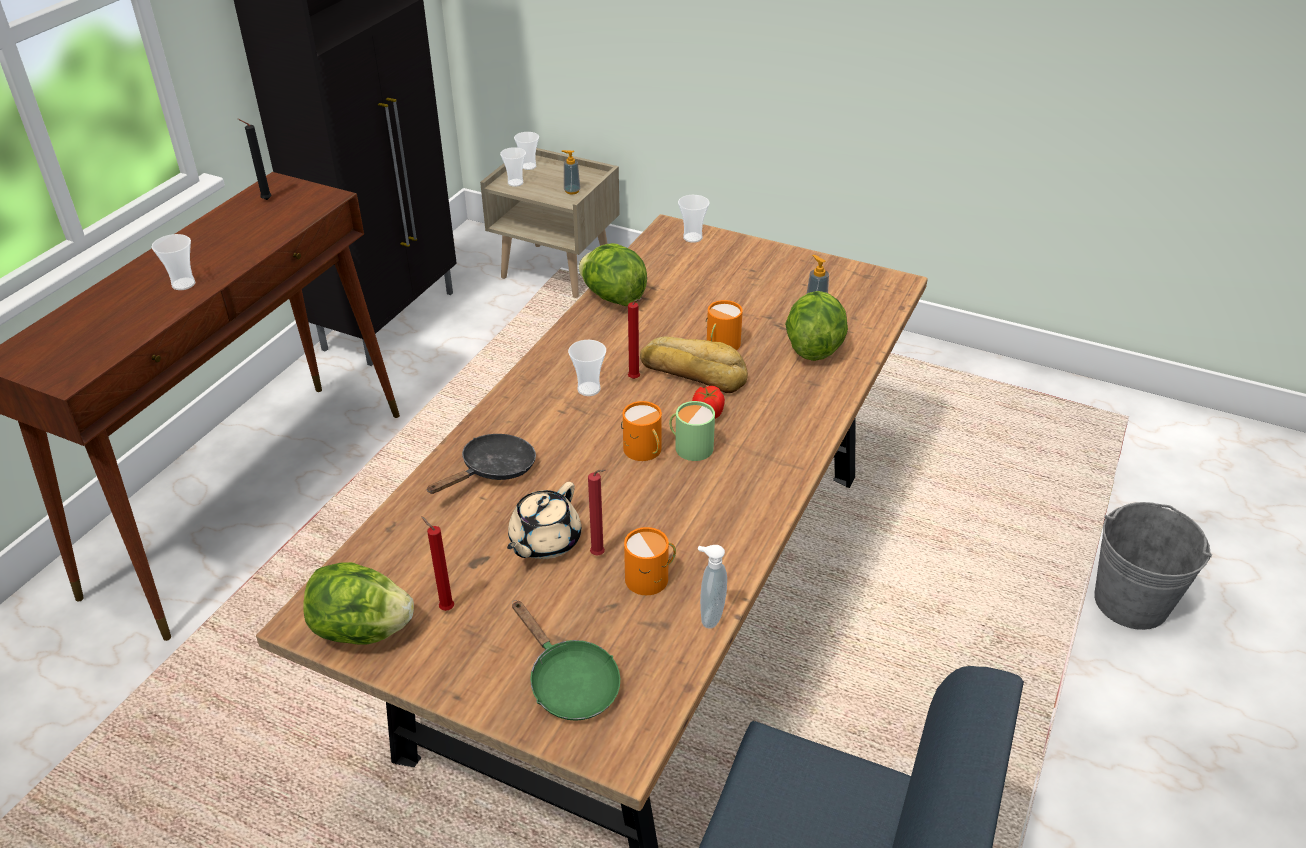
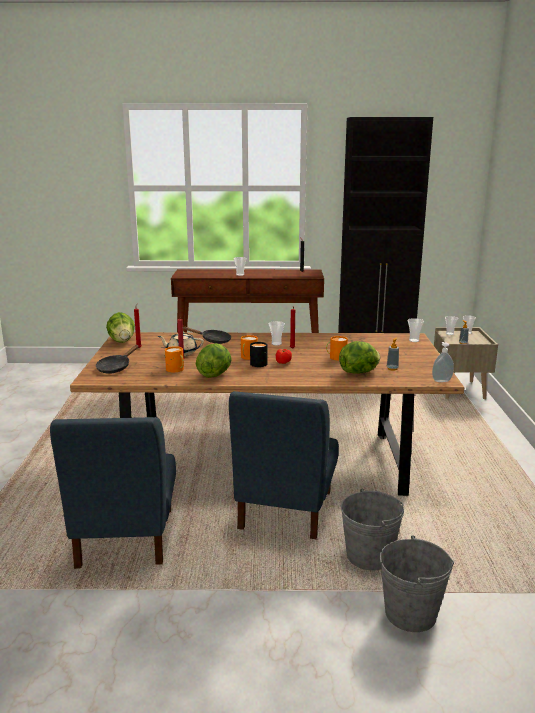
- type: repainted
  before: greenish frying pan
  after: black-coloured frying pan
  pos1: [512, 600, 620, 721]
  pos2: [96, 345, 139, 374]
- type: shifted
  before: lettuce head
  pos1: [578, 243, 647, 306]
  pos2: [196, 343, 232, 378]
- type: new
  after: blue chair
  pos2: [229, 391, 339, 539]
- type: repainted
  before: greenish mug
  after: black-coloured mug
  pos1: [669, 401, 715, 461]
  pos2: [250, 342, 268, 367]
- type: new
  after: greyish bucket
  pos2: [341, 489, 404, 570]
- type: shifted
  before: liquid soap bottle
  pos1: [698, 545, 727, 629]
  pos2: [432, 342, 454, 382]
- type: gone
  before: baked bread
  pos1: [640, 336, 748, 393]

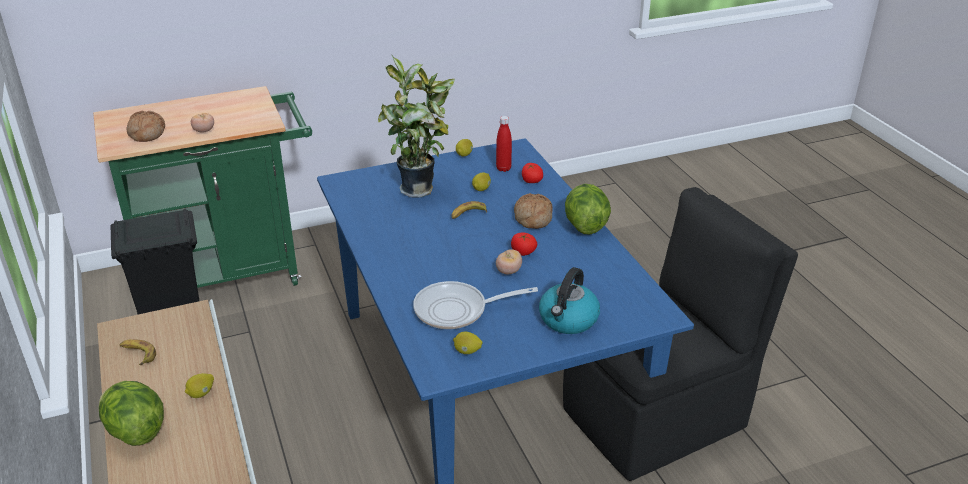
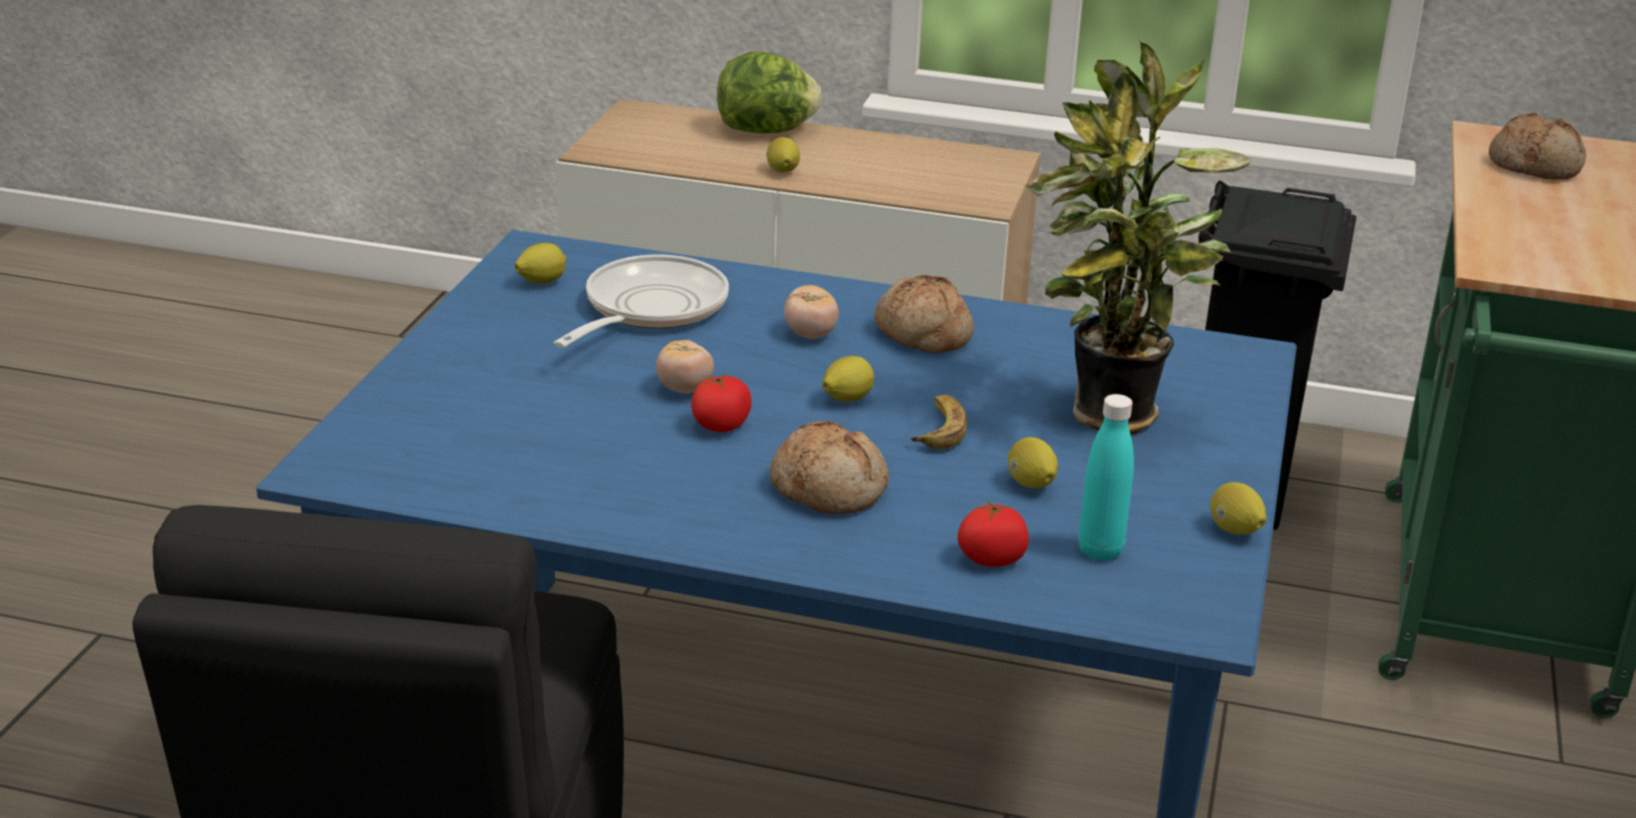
- type: shifted
  before: tomato
  pos1: [191, 113, 214, 133]
  pos2: [784, 285, 839, 339]
- type: new
  after: lemon
  pos2: [822, 356, 874, 402]
- type: new
  after: baked bread
  pos2: [874, 275, 974, 353]
- type: repainted
  before: reddish beverage bottle
  after: turquoise beverage bottle
  pos1: [496, 116, 512, 172]
  pos2: [1078, 394, 1134, 561]
- type: gone
  before: whole banana
  pos1: [119, 339, 156, 365]
- type: gone
  before: water kettle
  pos1: [539, 267, 600, 334]
- type: gone
  before: lettuce head
  pos1: [565, 184, 611, 235]

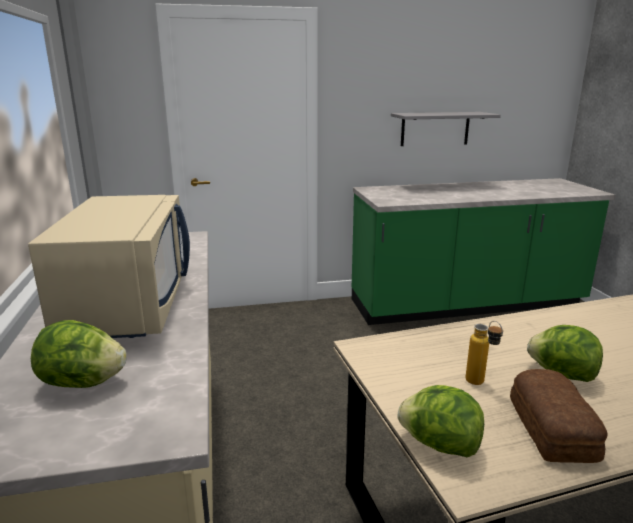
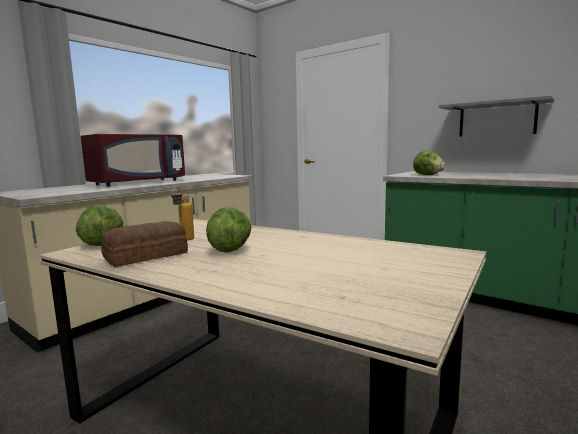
- type: repainted
  before: beige kitchen microwave
  after: reddish kitchen microwave
  pos1: [28, 195, 190, 338]
  pos2: [81, 134, 185, 187]
- type: shifted
  before: lettuce head
  pos1: [31, 320, 127, 388]
  pos2: [413, 150, 445, 175]

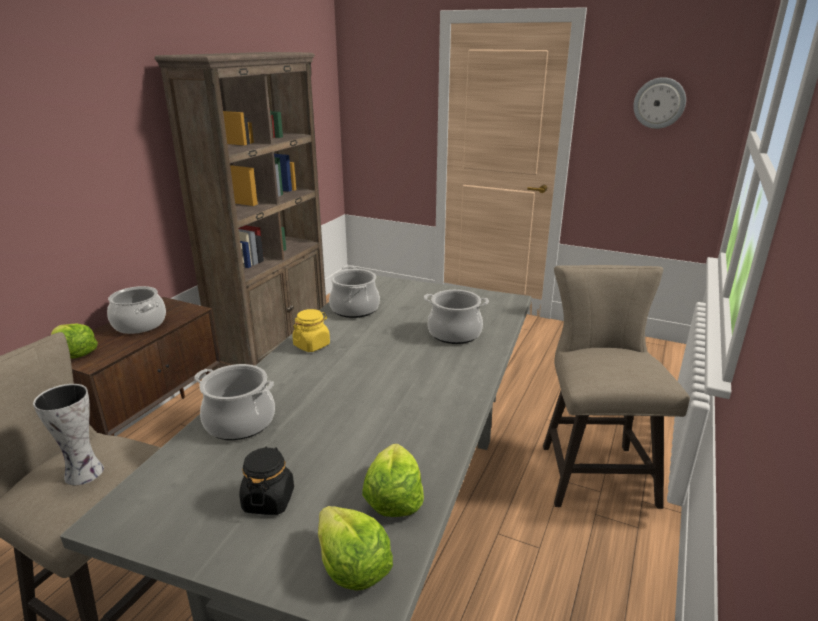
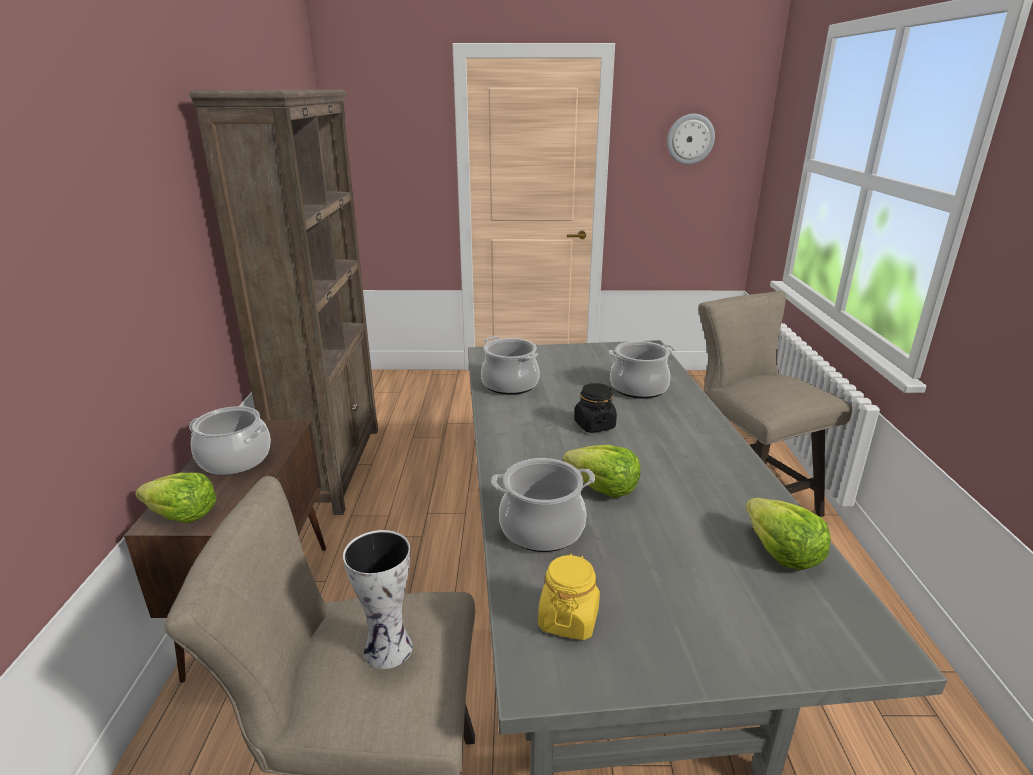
- type: shifted
  before: yellowish jar
  pos1: [292, 309, 330, 352]
  pos2: [538, 554, 600, 640]
- type: shifted
  before: lettuce head
  pos1: [318, 506, 393, 591]
  pos2: [563, 445, 641, 498]
- type: shifted
  before: black-coloured jar
  pos1: [239, 446, 294, 515]
  pos2: [574, 383, 617, 433]

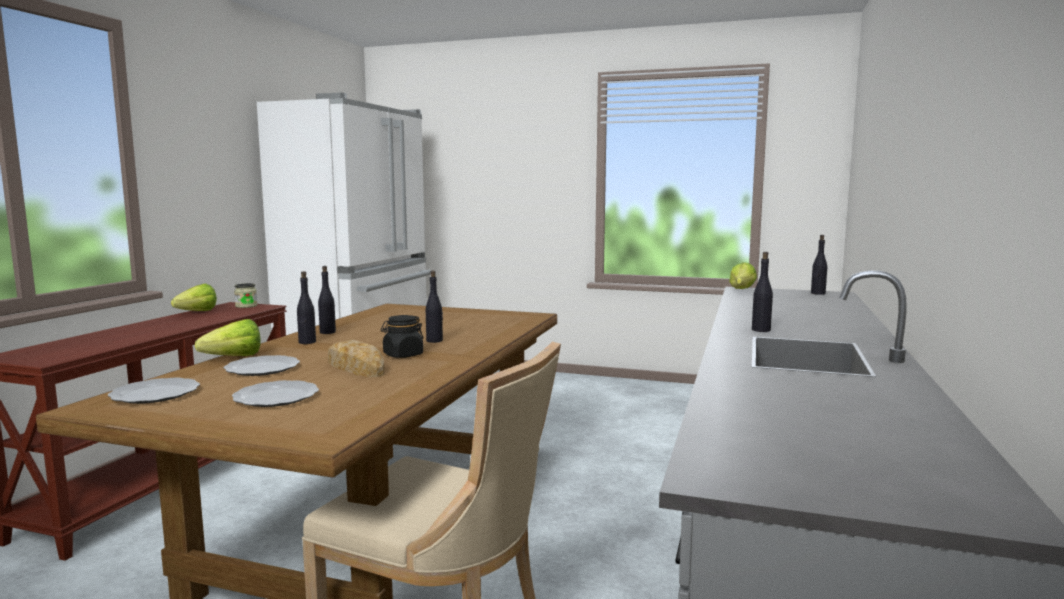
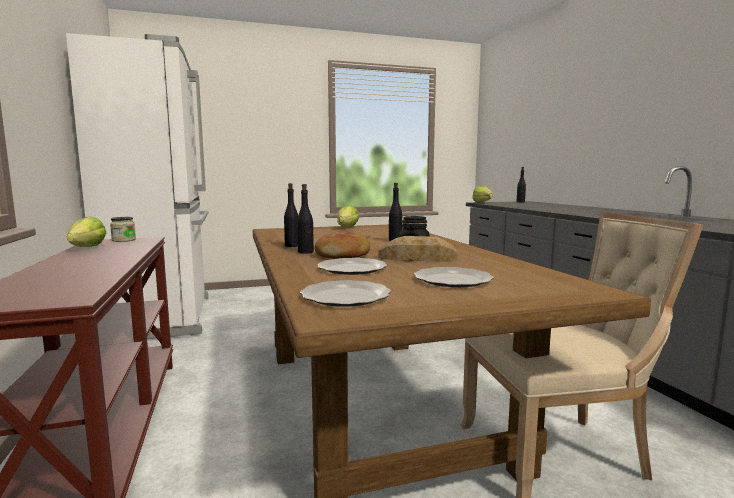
- type: new
  after: baked bread
  pos2: [315, 232, 370, 259]
- type: shifted
  before: lettuce head
  pos1: [195, 319, 261, 356]
  pos2: [337, 205, 359, 227]
- type: gone
  before: black-coloured beverage bottle
  pos1: [752, 252, 773, 332]

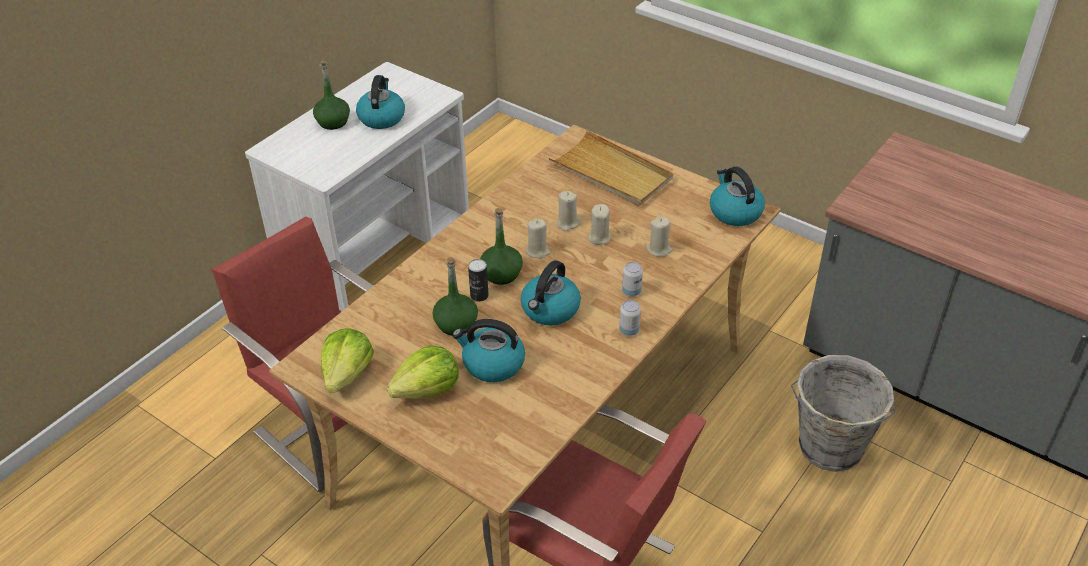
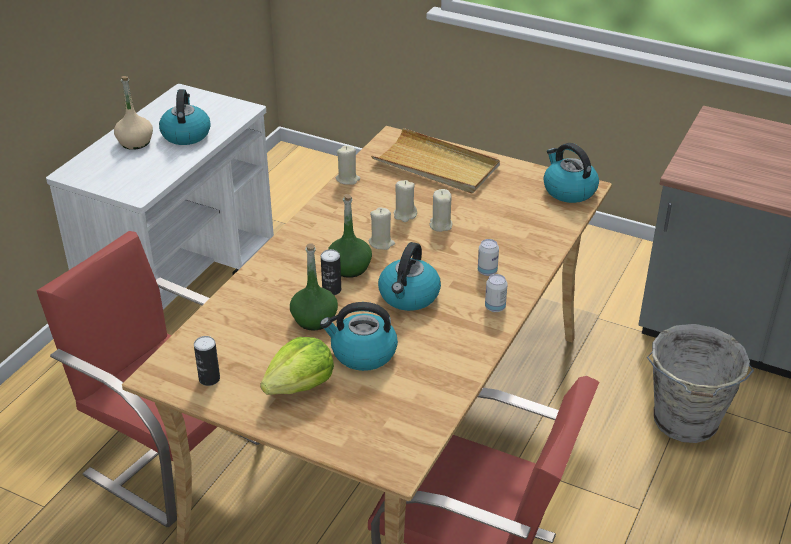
- type: repainted
  before: greenish beverage bottle
  after: beige beverage bottle
  pos1: [313, 61, 350, 130]
  pos2: [114, 76, 153, 150]
- type: swapped
  before: lettuce head
  after: metal can
  pos1: [321, 328, 374, 393]
  pos2: [194, 336, 220, 386]
- type: shifted
  before: beige wax light
  pos1: [646, 217, 672, 257]
  pos2: [336, 146, 360, 185]

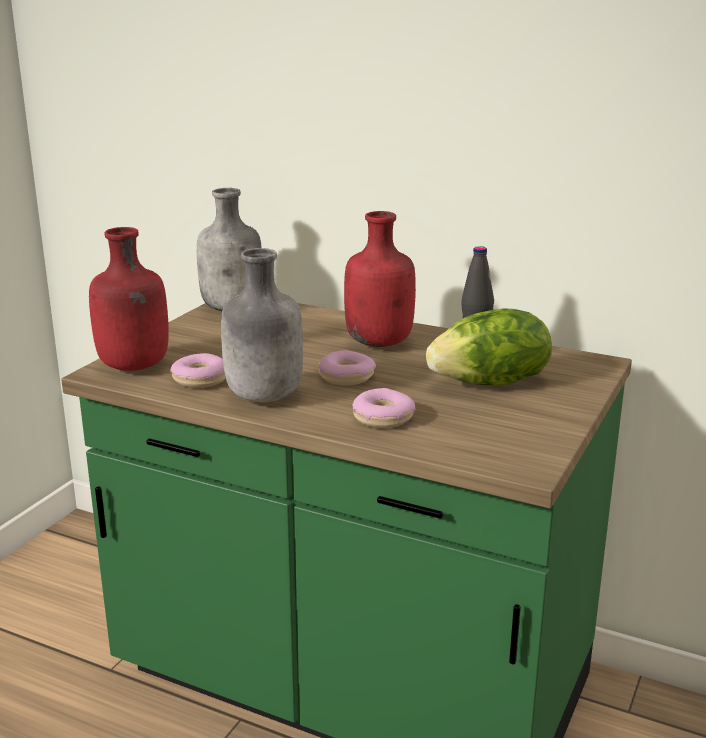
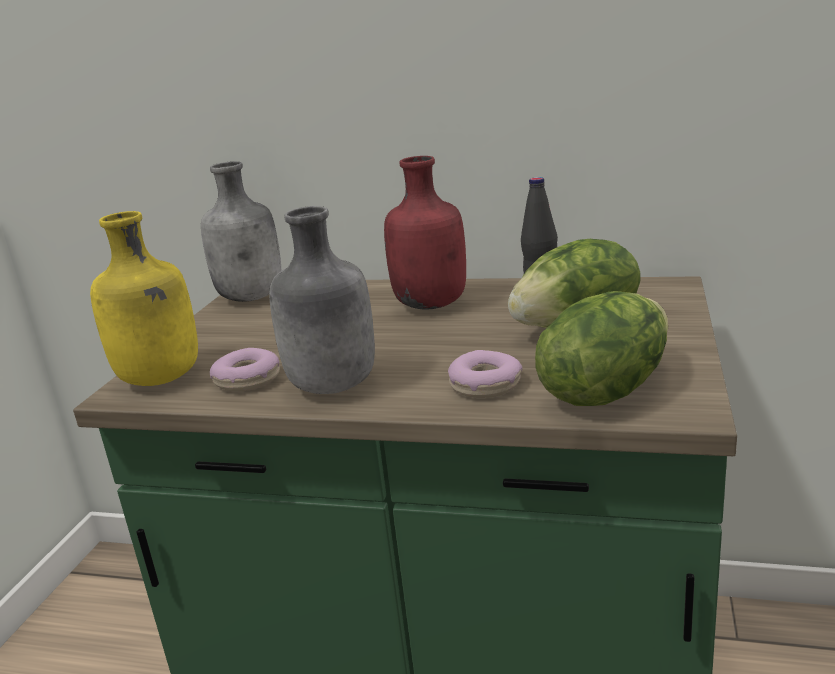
- type: repainted
  before: reddish beverage bottle
  after: yellowish beverage bottle
  pos1: [89, 227, 169, 371]
  pos2: [90, 211, 198, 386]
- type: new
  after: lettuce head
  pos2: [535, 291, 668, 406]
- type: gone
  before: donut
  pos1: [319, 350, 376, 385]

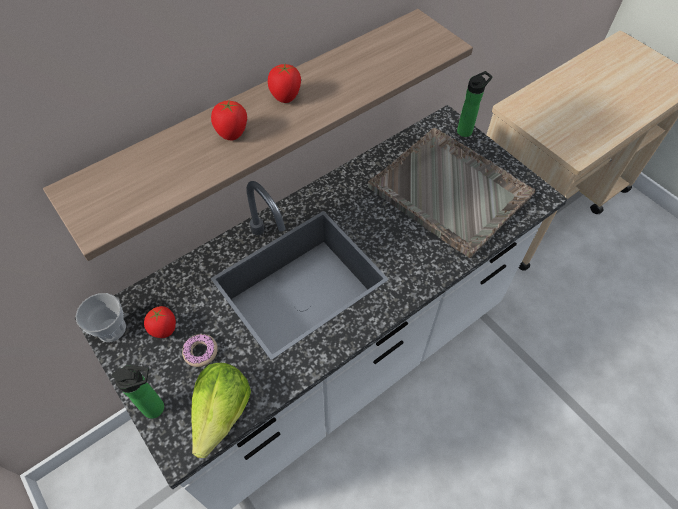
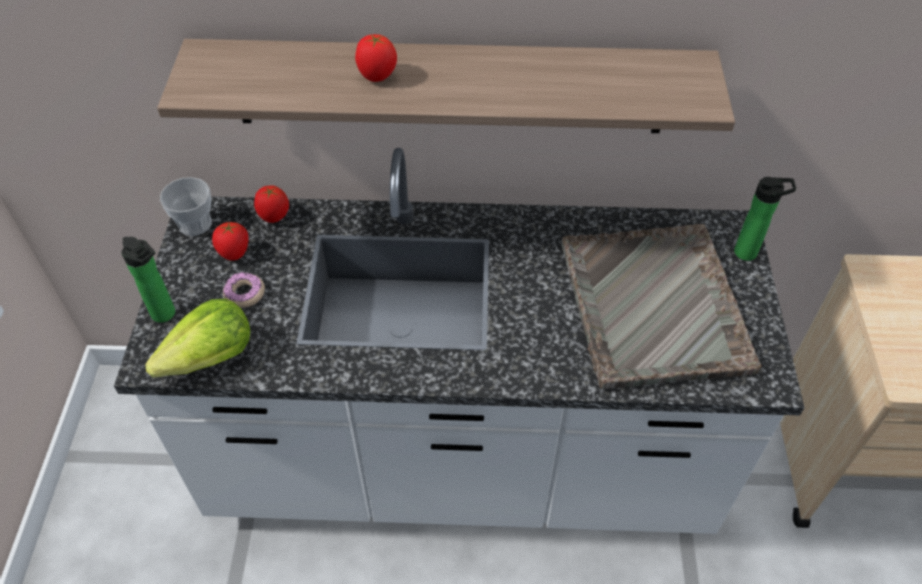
- type: shifted
  before: tomato
  pos1: [268, 64, 301, 103]
  pos2: [254, 186, 289, 223]

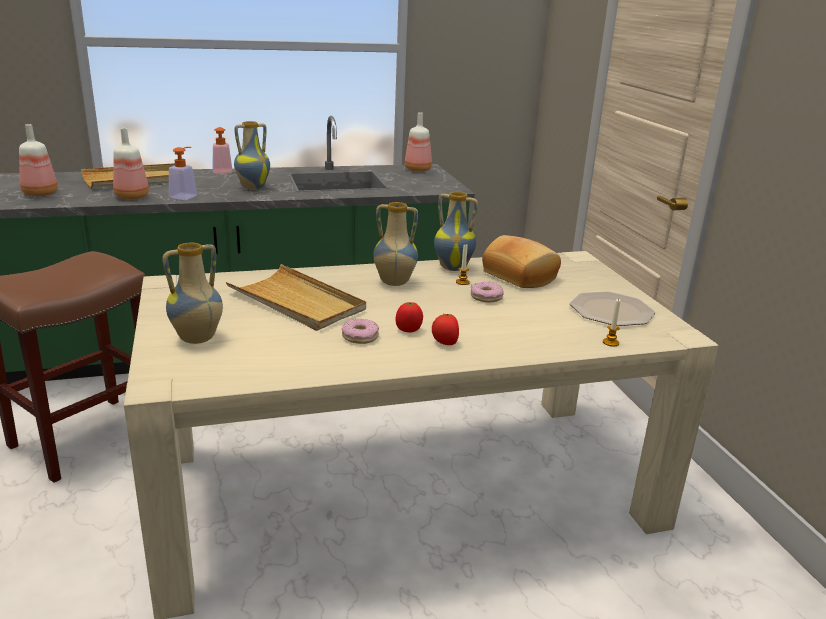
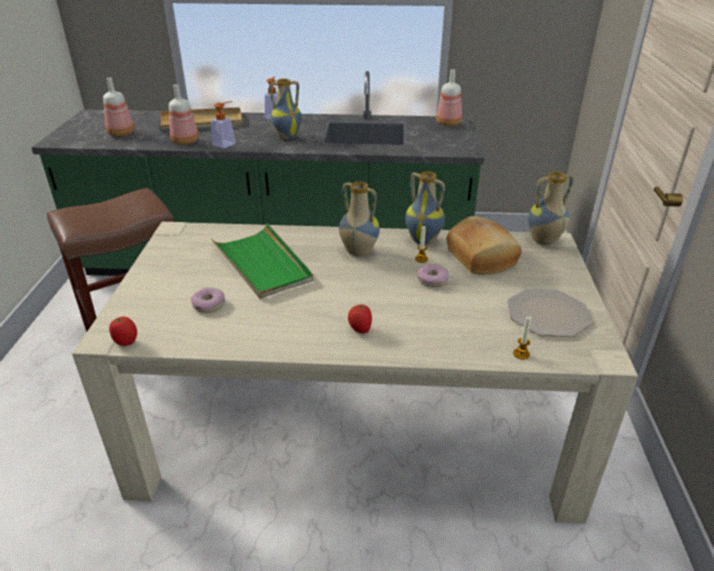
- type: shifted
  before: tomato
  pos1: [396, 302, 423, 332]
  pos2: [109, 316, 137, 346]
- type: shifted
  before: donut
  pos1: [342, 318, 379, 344]
  pos2: [191, 287, 225, 313]
- type: repainted
  before: beige tray
  after: greenish tray
  pos1: [226, 264, 366, 331]
  pos2: [211, 223, 314, 299]
- type: shifted
  before: vase
  pos1: [162, 243, 223, 344]
  pos2: [528, 172, 574, 245]

